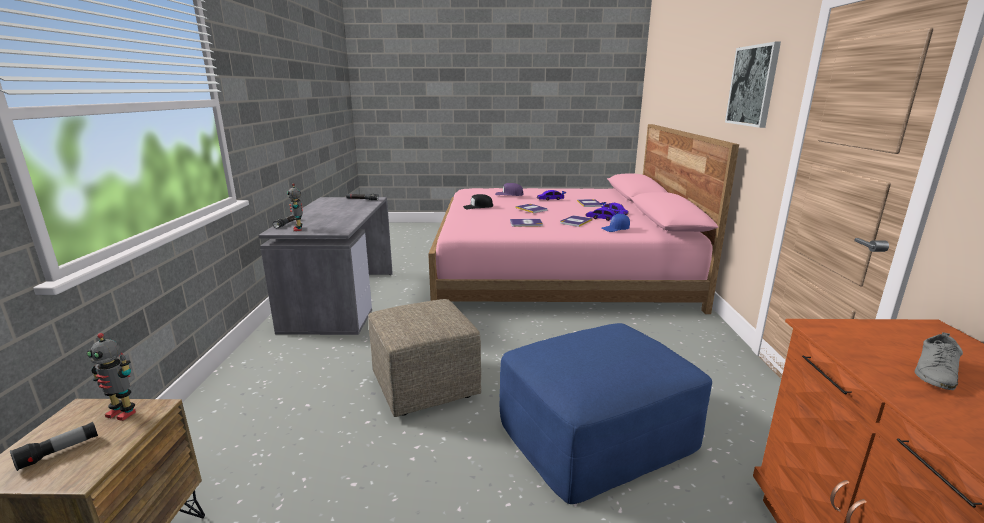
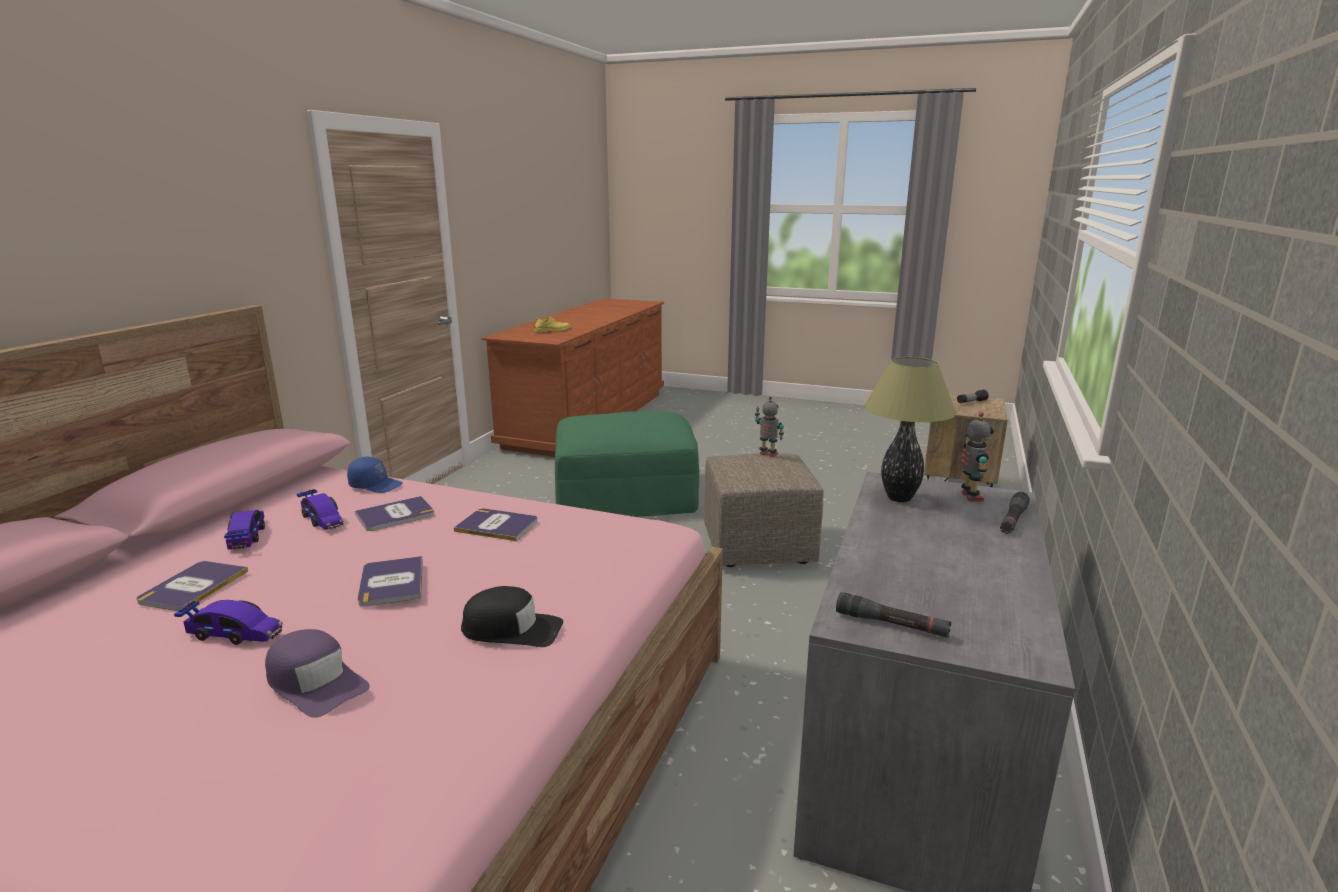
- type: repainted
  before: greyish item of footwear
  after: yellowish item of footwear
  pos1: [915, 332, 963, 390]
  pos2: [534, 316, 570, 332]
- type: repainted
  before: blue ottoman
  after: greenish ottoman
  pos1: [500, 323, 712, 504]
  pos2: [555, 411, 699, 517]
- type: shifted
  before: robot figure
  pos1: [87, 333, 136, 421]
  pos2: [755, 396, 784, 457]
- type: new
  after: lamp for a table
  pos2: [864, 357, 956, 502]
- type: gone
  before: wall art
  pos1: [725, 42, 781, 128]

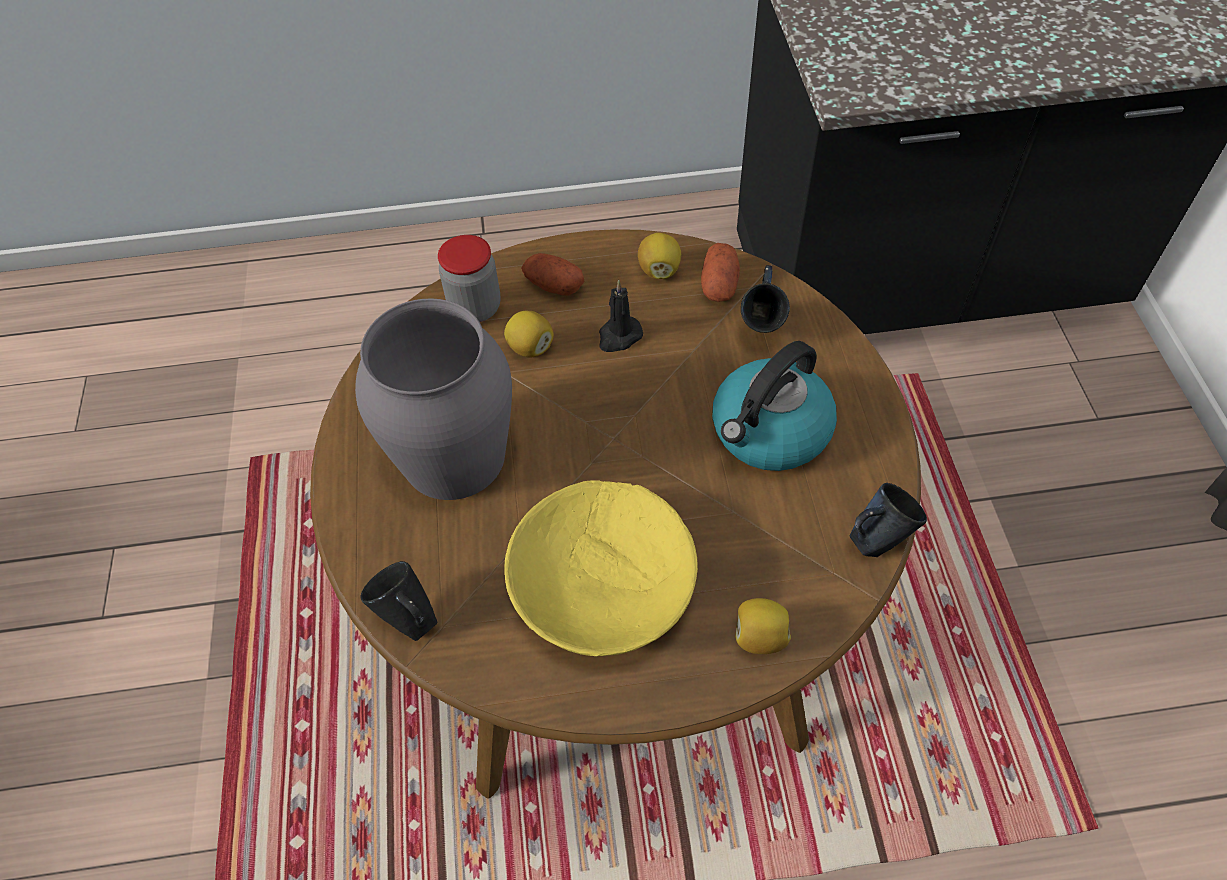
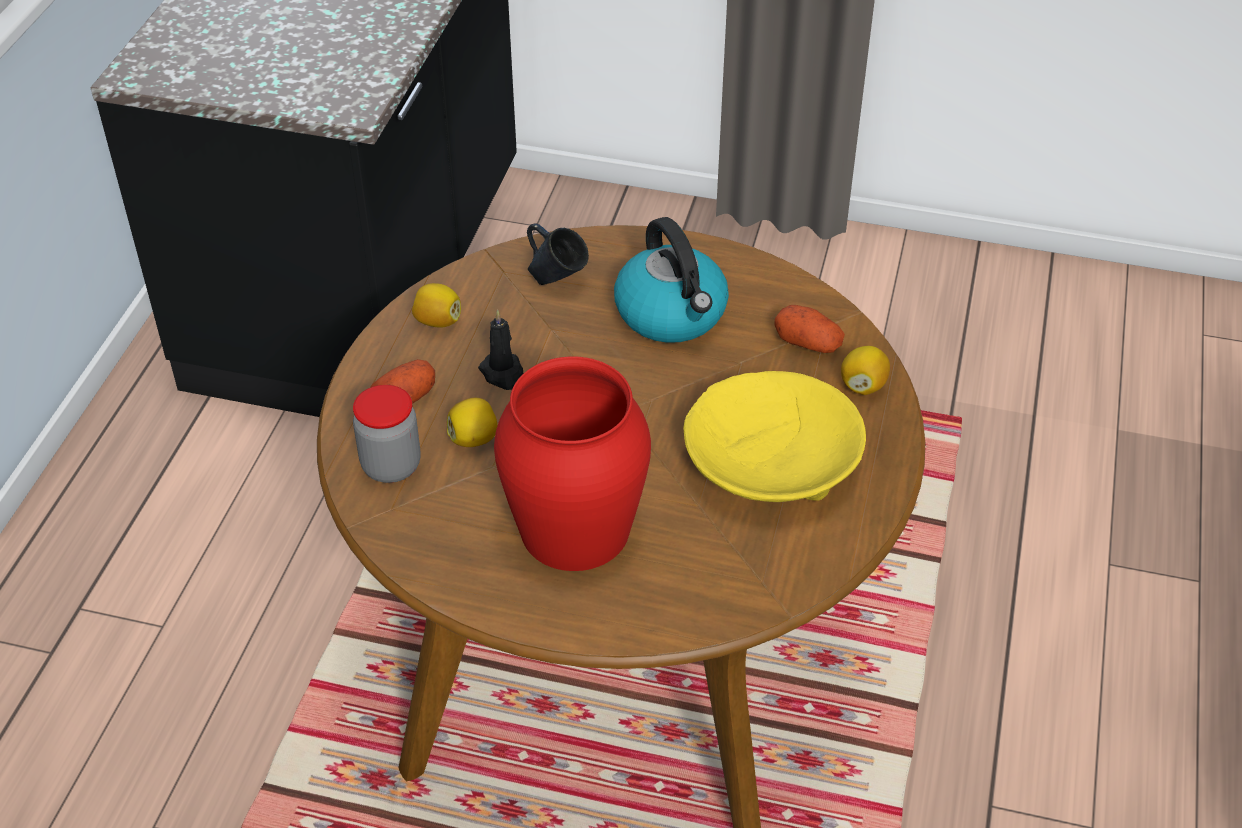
- type: repainted
  before: greyish vase
  after: reddish vase
  pos1: [355, 298, 512, 500]
  pos2: [494, 356, 651, 571]
- type: shifted
  before: potato
  pos1: [701, 243, 740, 302]
  pos2: [774, 305, 845, 353]
- type: gone
  before: black-coloured mug
  pos1: [360, 561, 437, 641]
- type: gone
  before: blue mug
  pos1: [850, 483, 927, 557]

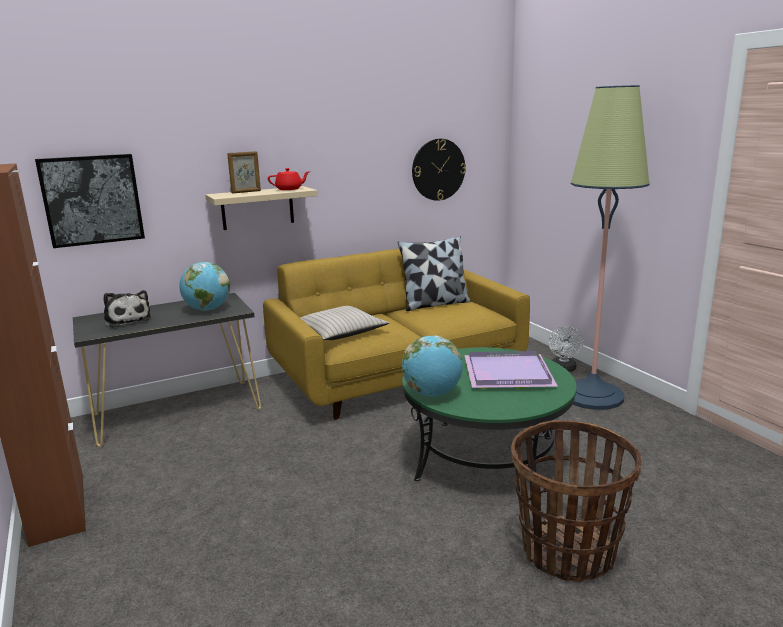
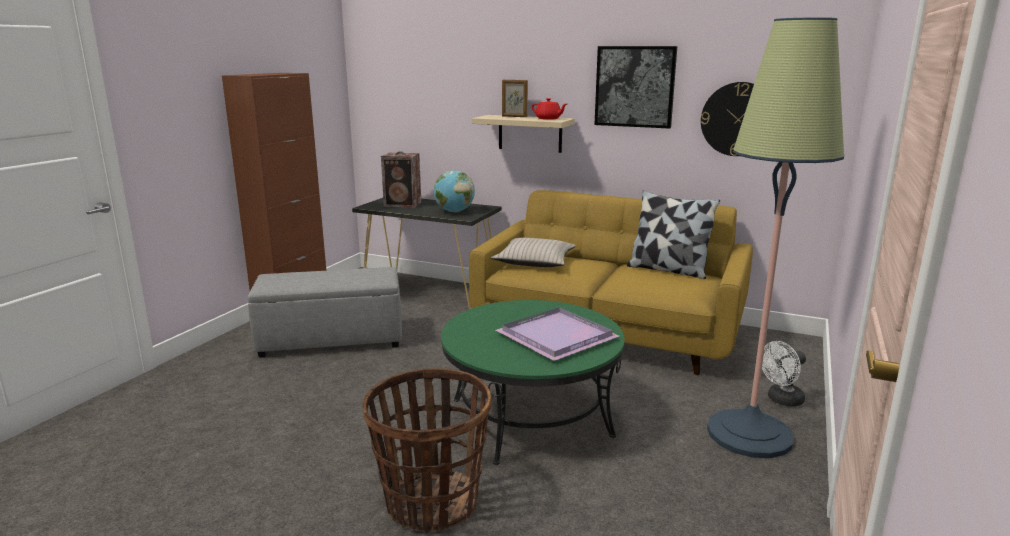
- type: new
  after: greyish ottoman
  pos2: [248, 267, 402, 358]
- type: swapped
  before: plush toy
  after: speaker
  pos1: [104, 290, 152, 328]
  pos2: [381, 151, 421, 208]
- type: shifted
  before: wall art
  pos1: [35, 154, 145, 248]
  pos2: [594, 46, 677, 129]
- type: gone
  before: desk globe
  pos1: [402, 336, 463, 397]

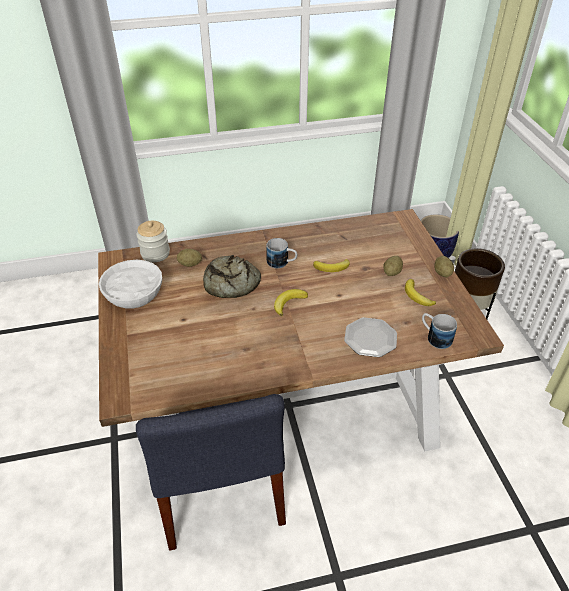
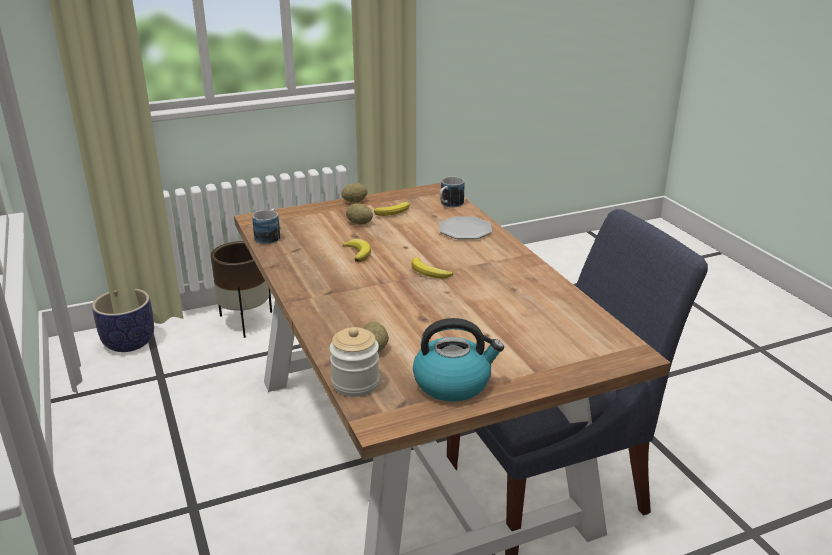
- type: shifted
  before: mug
  pos1: [266, 238, 297, 269]
  pos2: [252, 208, 280, 244]
- type: swapped
  before: white deep dish
  after: water kettle
  pos1: [99, 260, 162, 309]
  pos2: [413, 318, 504, 402]
- type: gone
  before: baked bread
  pos1: [203, 255, 261, 298]

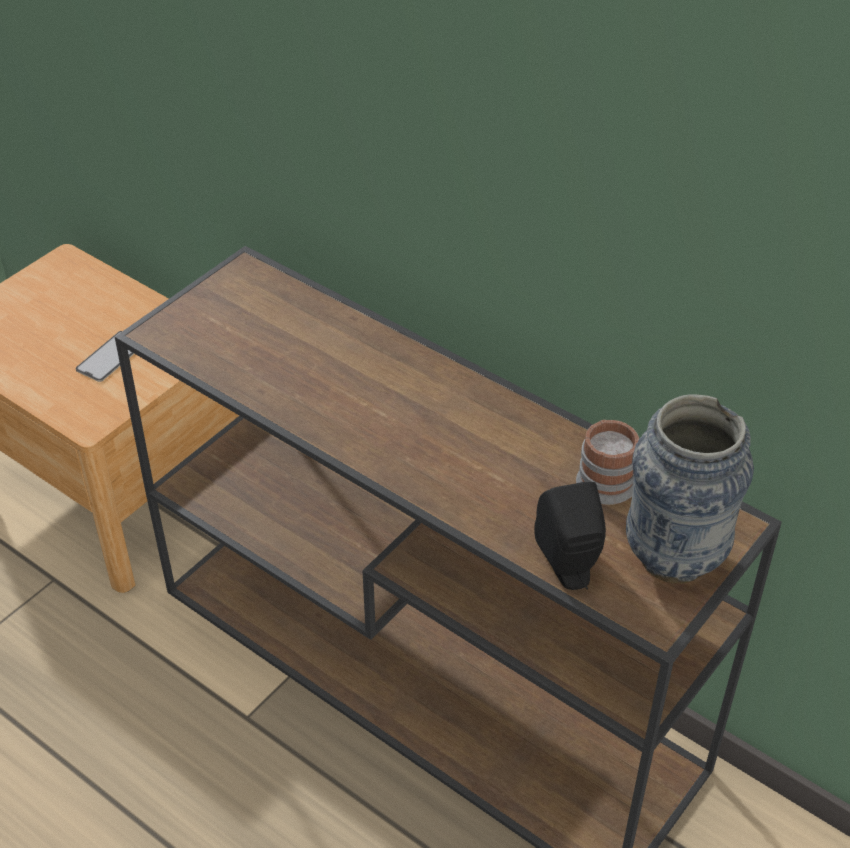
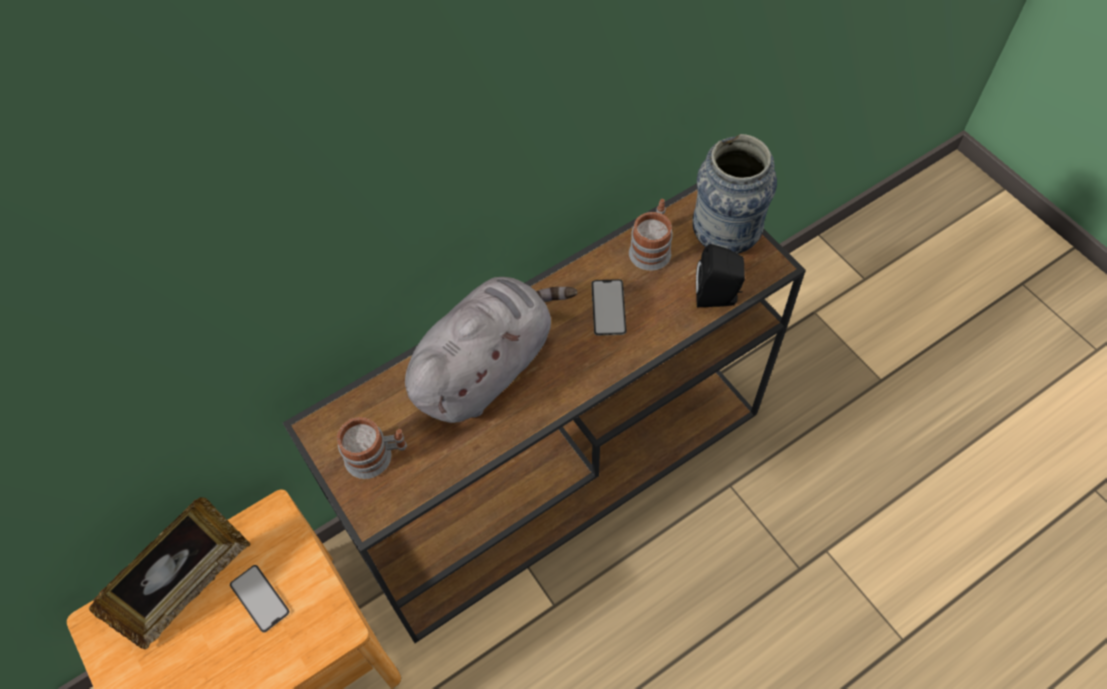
- type: new
  after: standing frame
  pos2: [89, 497, 251, 649]
- type: new
  after: mug
  pos2: [337, 417, 407, 479]
- type: new
  after: greyish plush toy
  pos2: [405, 277, 578, 423]
- type: new
  after: phone
  pos2: [591, 279, 627, 336]

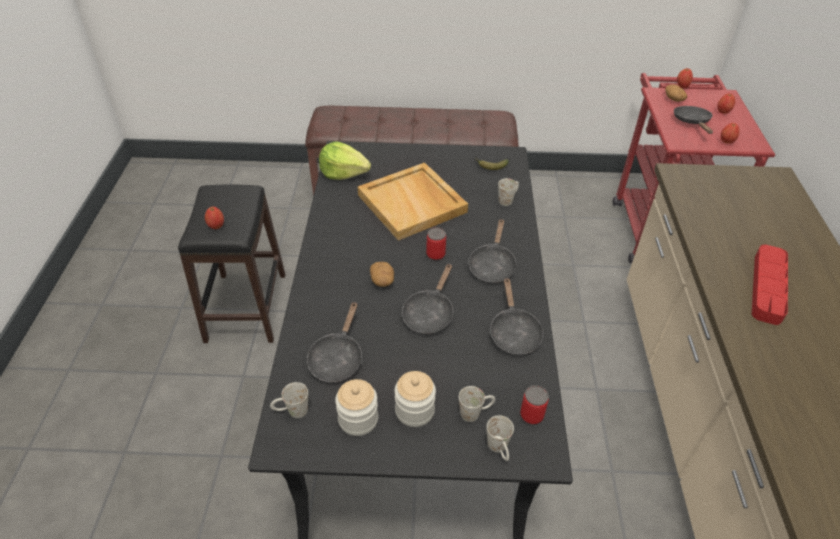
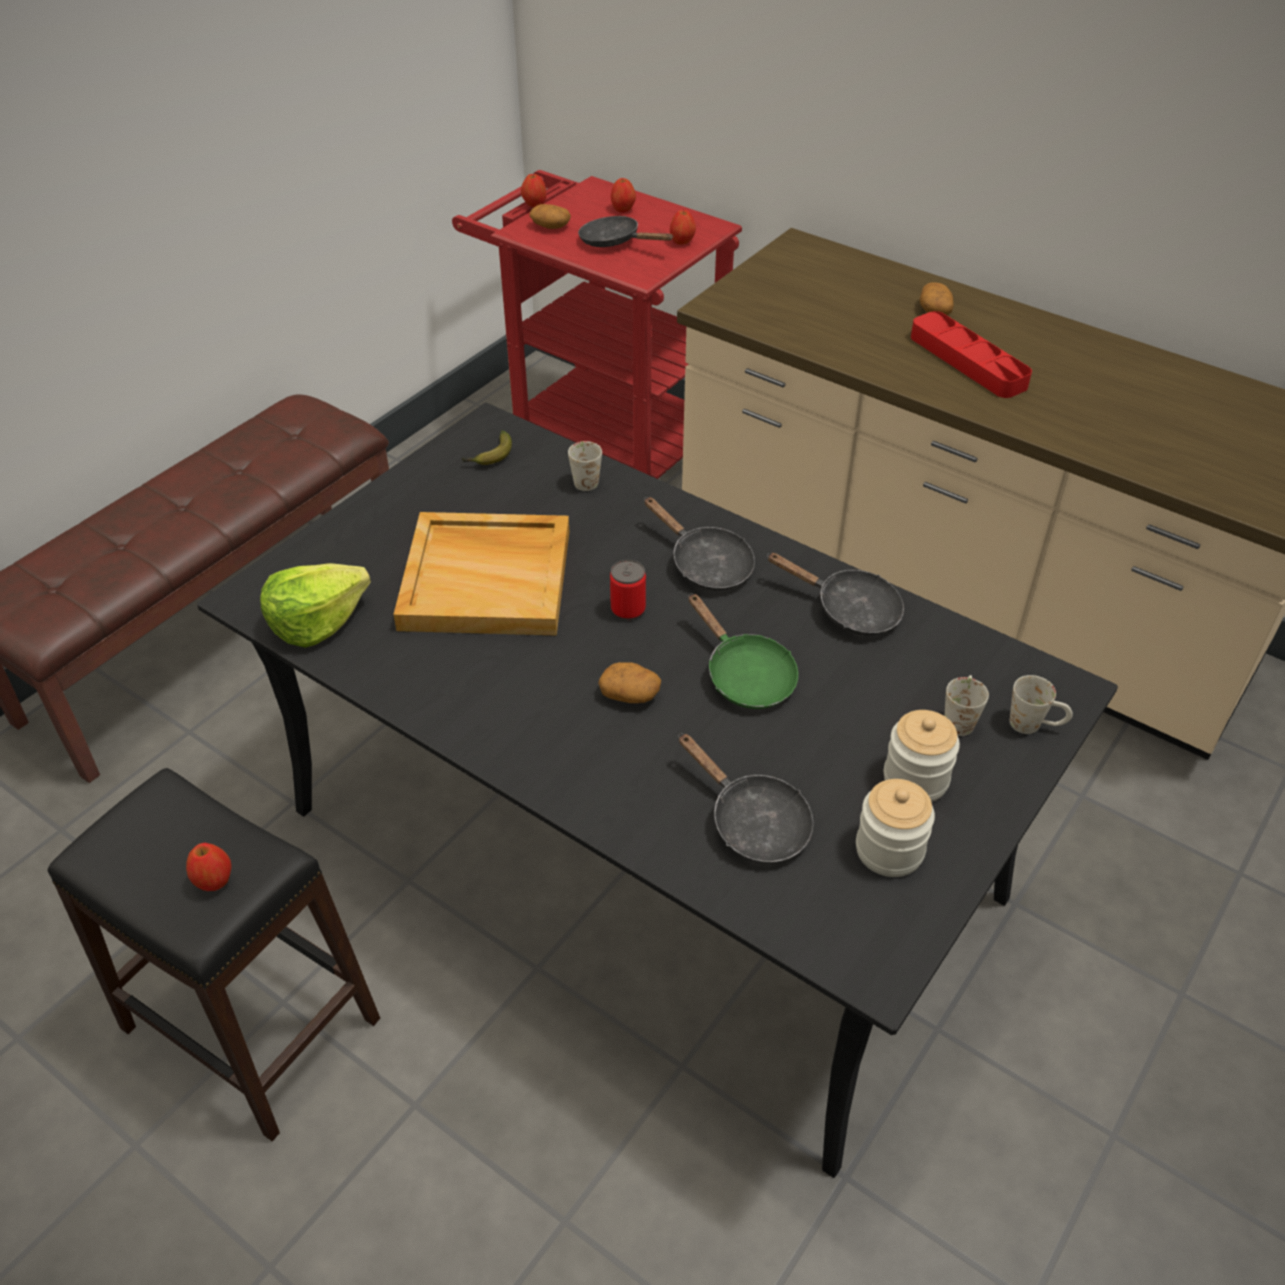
- type: repainted
  before: black-coloured frying pan
  after: greenish frying pan
  pos1: [402, 263, 453, 334]
  pos2: [688, 593, 798, 709]
- type: new
  after: potato
  pos2: [920, 282, 954, 315]
- type: gone
  before: white mug
  pos1: [270, 382, 308, 418]
- type: gone
  before: metal can
  pos1: [520, 385, 549, 425]

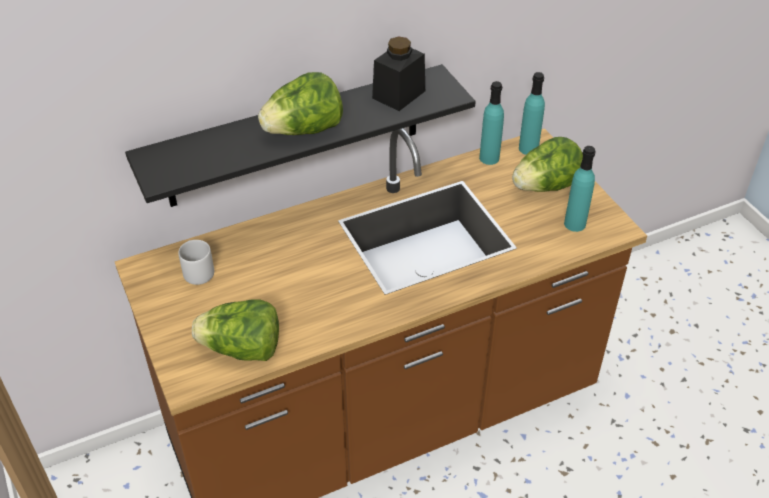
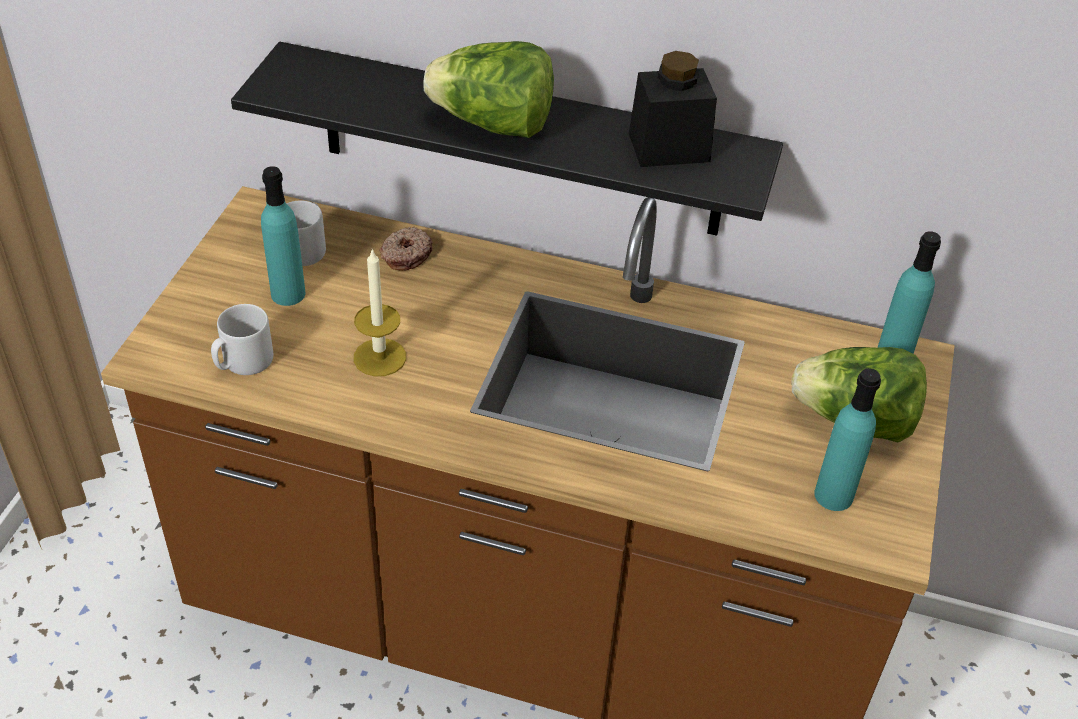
- type: swapped
  before: lettuce head
  after: greyish mug
  pos1: [192, 299, 279, 361]
  pos2: [211, 304, 273, 375]
- type: shifted
  before: turquoise beverage bottle
  pos1: [479, 81, 504, 165]
  pos2: [261, 166, 305, 306]
- type: new
  after: wax light
  pos2: [354, 249, 406, 376]
- type: new
  after: donut
  pos2: [380, 226, 433, 271]

